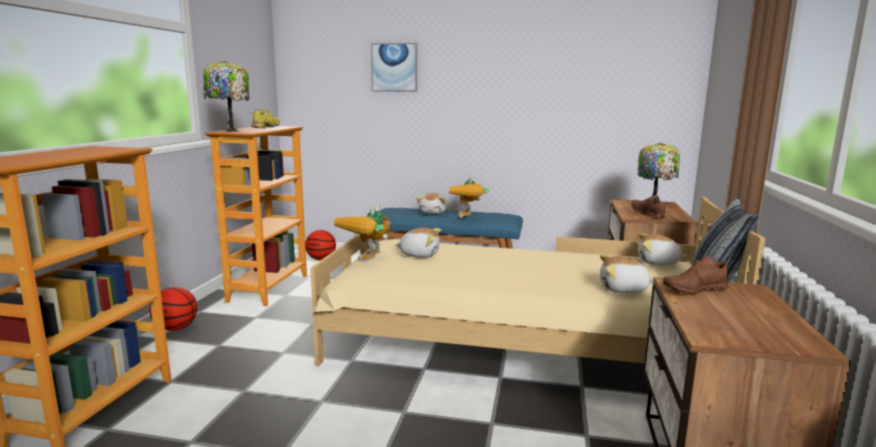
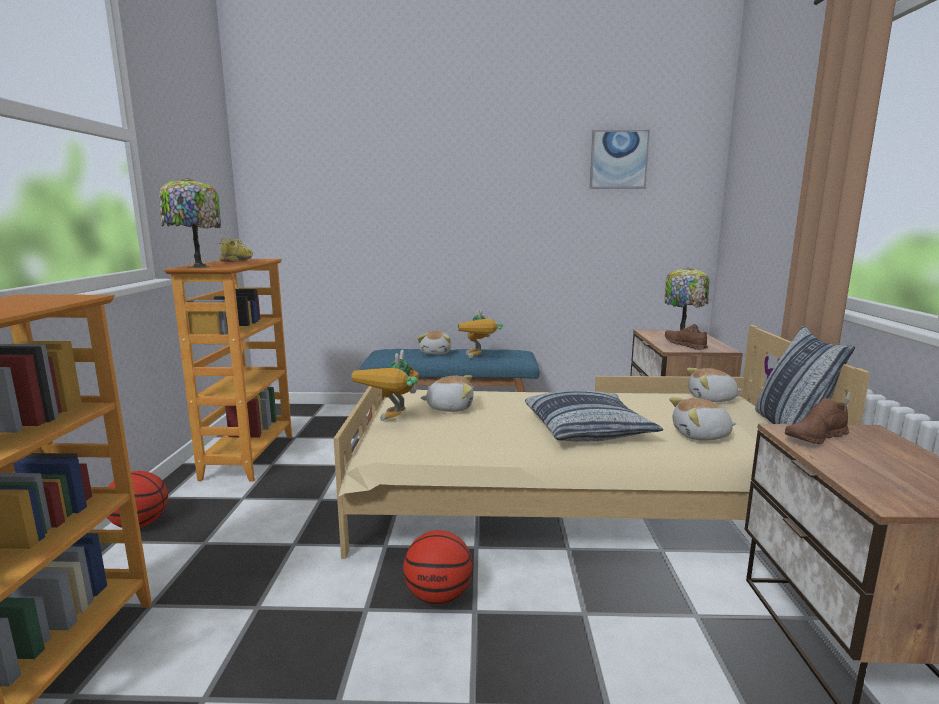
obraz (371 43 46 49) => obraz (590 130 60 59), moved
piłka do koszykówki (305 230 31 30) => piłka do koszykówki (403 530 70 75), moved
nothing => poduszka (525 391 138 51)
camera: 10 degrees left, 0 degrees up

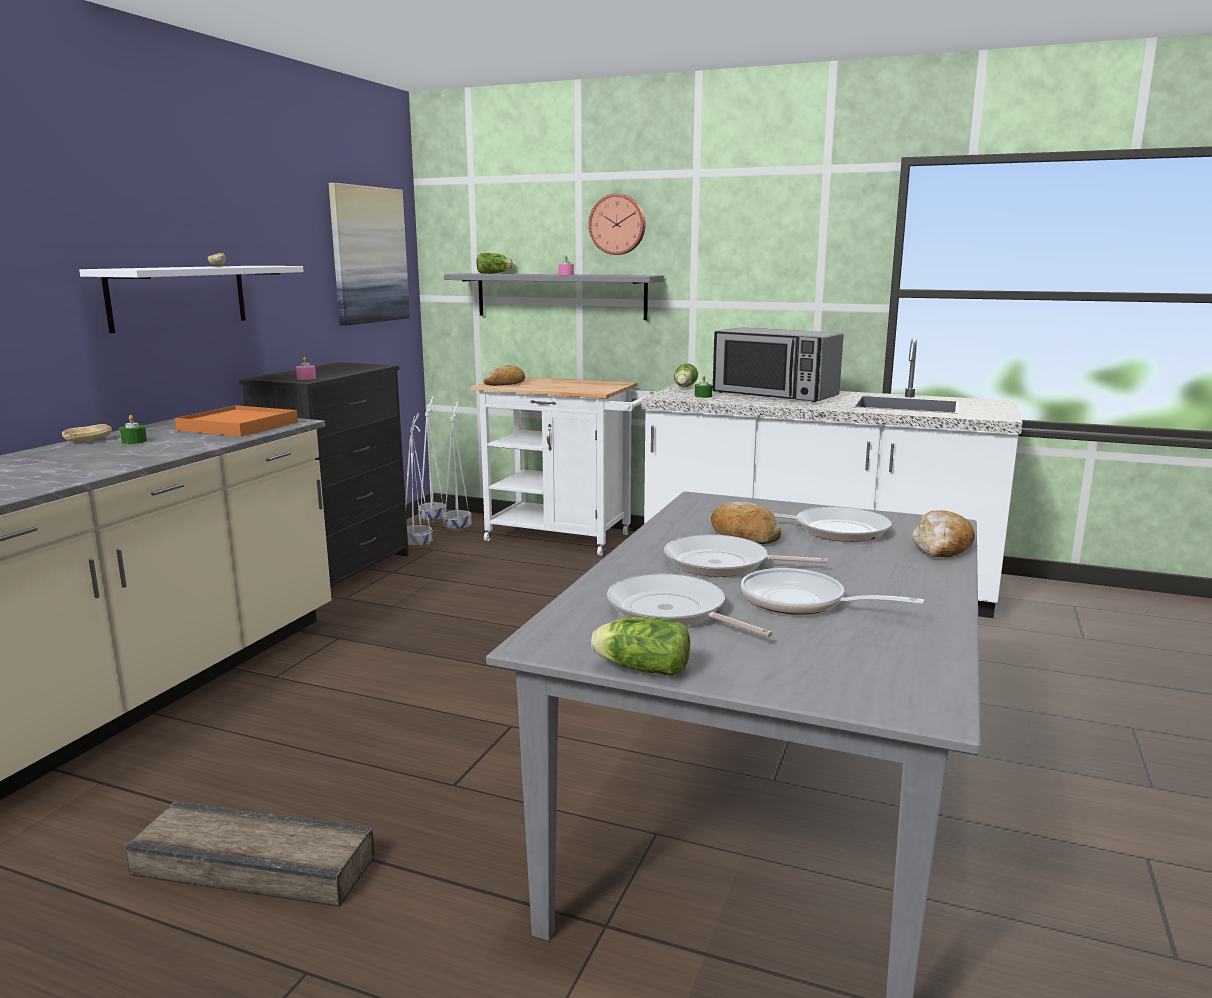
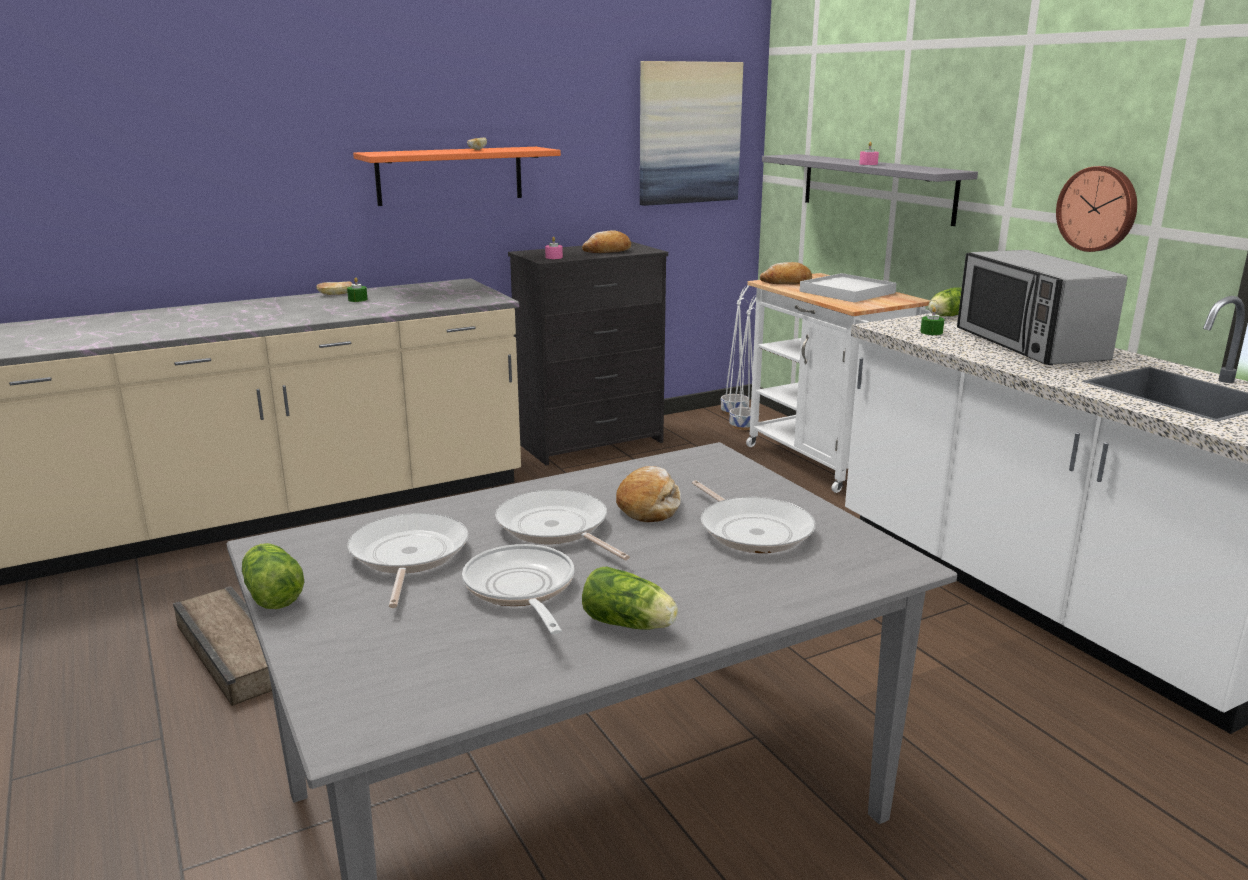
zegar ścienny (589 194 57 61) => zegar ścienny (1056 166 81 86), moved
sałata (476 253 37 21) => sałata (582 567 96 63), moved
półka [biały] (79 266 225 67) => półka [pomarańczowy] (353 147 208 59)
taca [pomarańczowy] (175 405 123 32) => nothing
donica [biały] (406 412 27 136) => nothing
chleb (912 510 63 47) => chleb (582 230 49 23), moved
nothing => taca [biały] (800 273 96 29)
camera: 40 degrees right, 5 degrees up

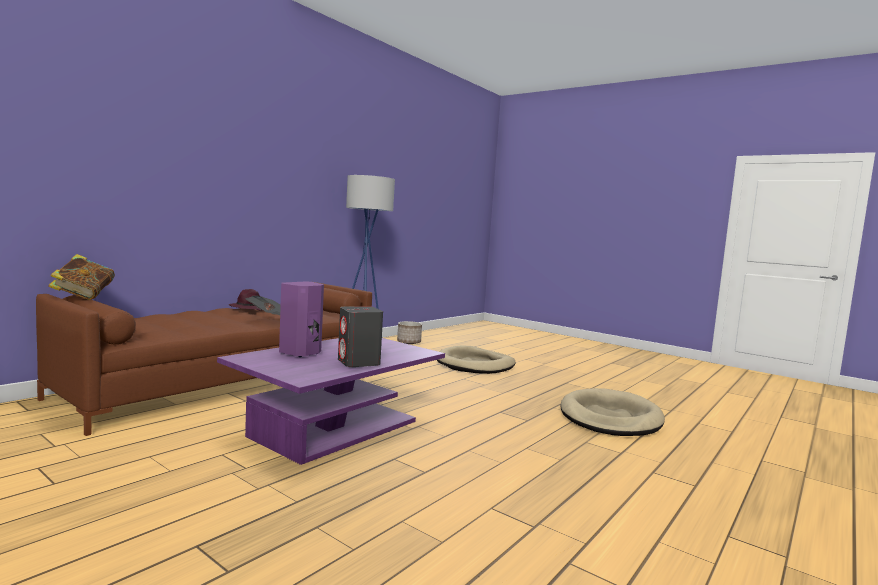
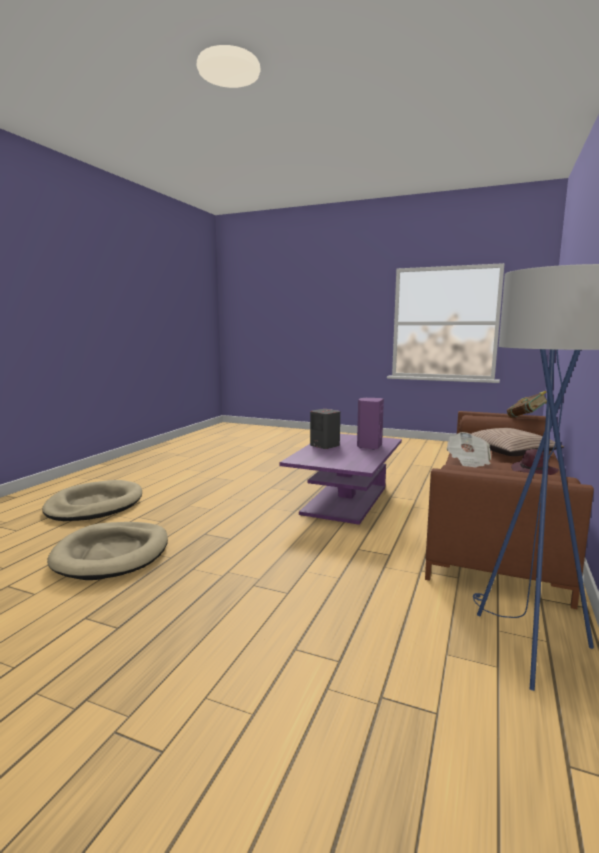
donica (397 321 25 23) => nothing
legowisko [beżowy] (437 346 78 28) => legowisko [beżowy] (42 480 100 41), moved
nothing => poduszka (470 428 94 28)
camera: 165 degrees right, 5 degrees up

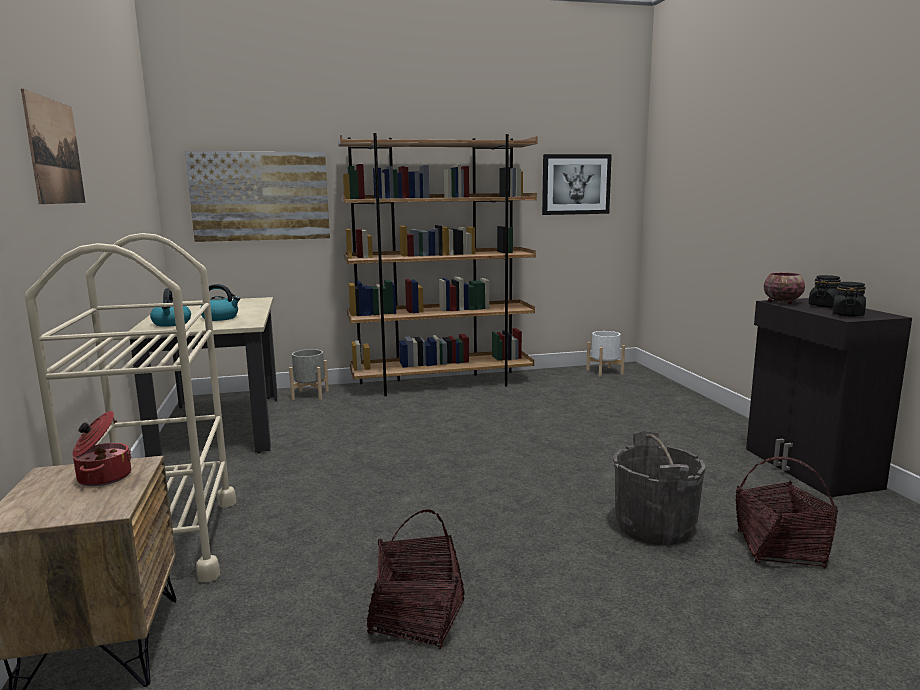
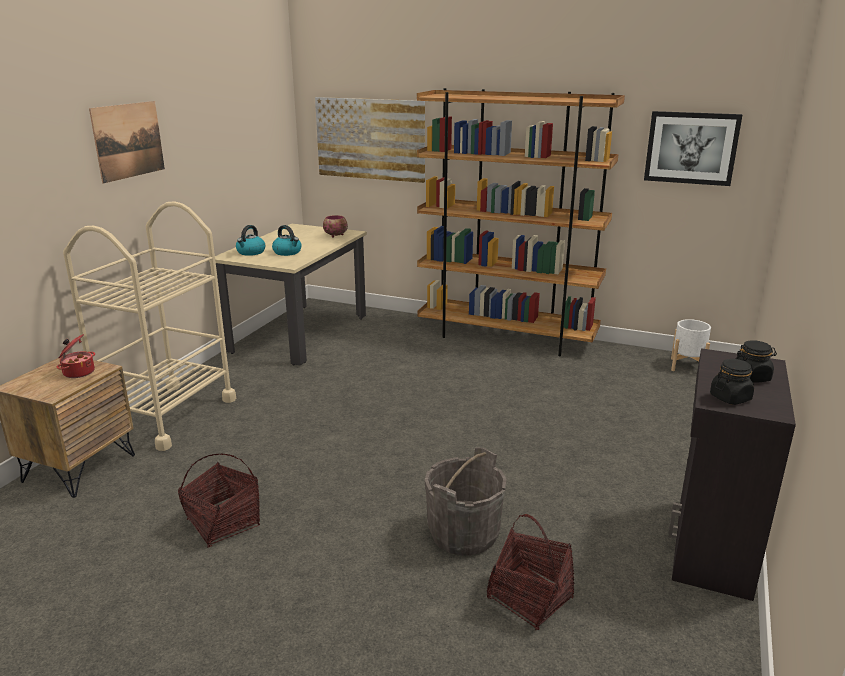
miska (764 272 41 32) => miska (323 215 25 23), moved
donica [szary] (289 349 40 51) => nothing
camera: 35 degrees right, 10 degrees up

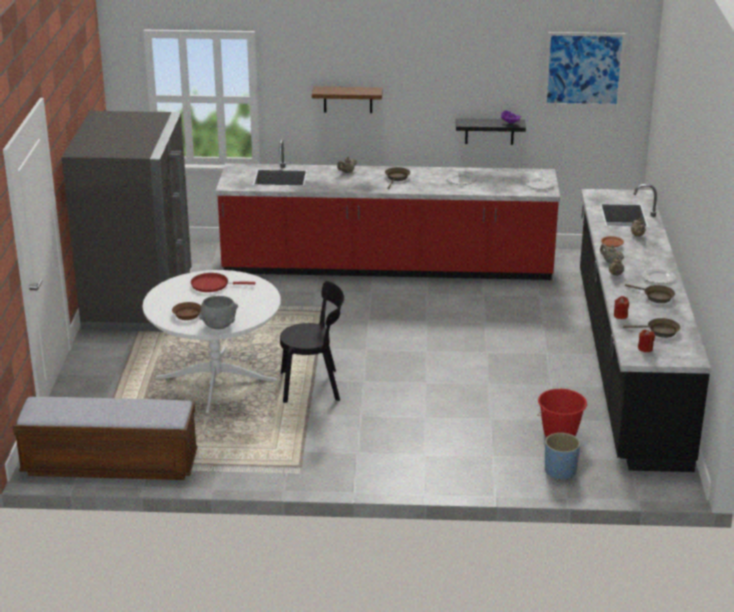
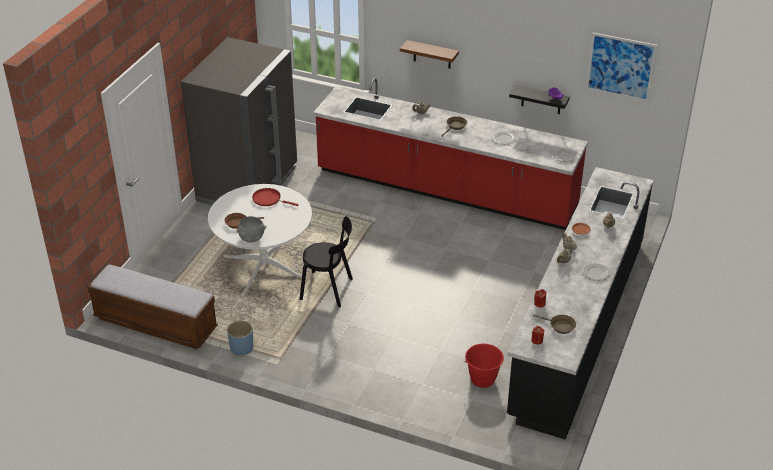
patelnia [brązowy] (625 284 50 19) => nothing
donica [niebieski] (545 433 35 47) => donica [niebieski] (227 321 26 34), moved
camera: 20 degrees right, 10 degrees up

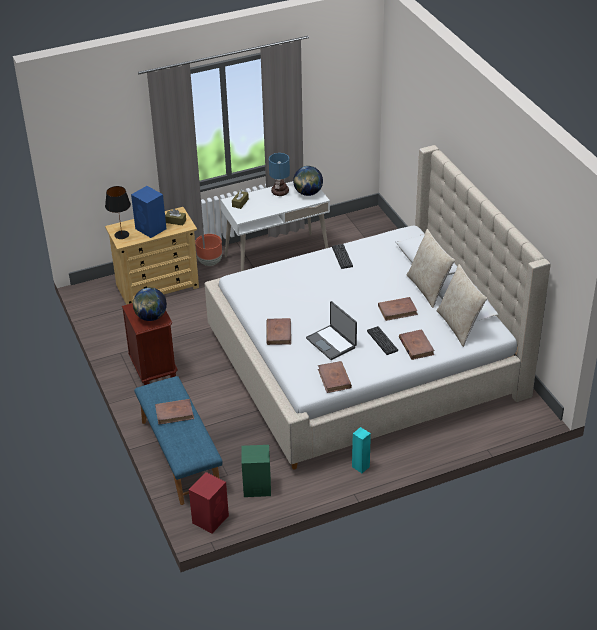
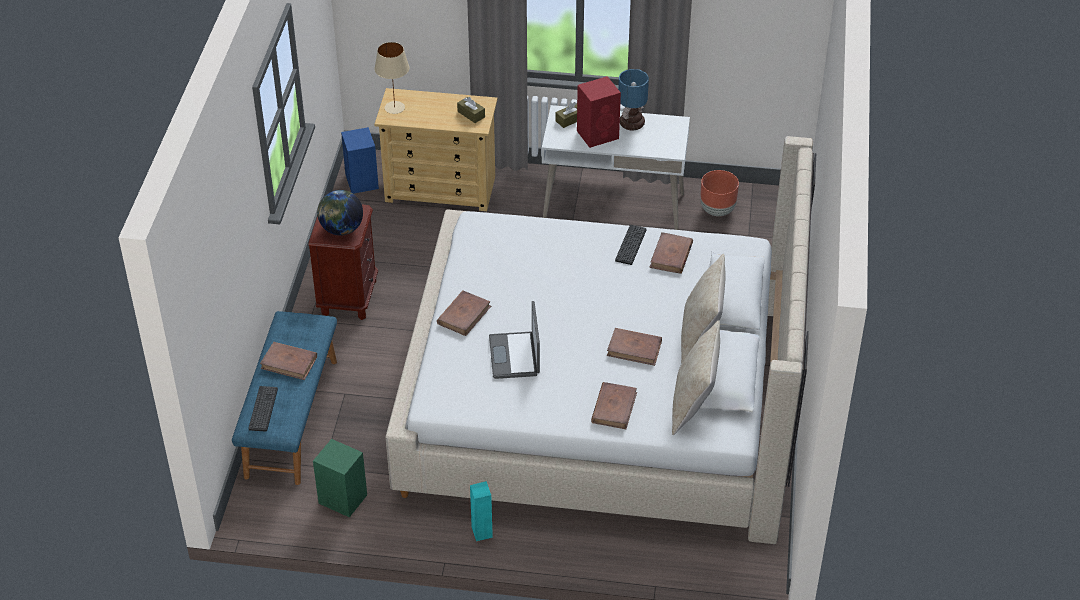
globus (293 166 30 30) => nothing
lampa stołowa [czarny] (105 186 26 53) => lampa stołowa [beżowy] (374 42 35 72)
głośnik [niebieski] (131 186 35 52) => głośnik [niebieski] (341 127 38 67), moved
donica [brązowy] (195 234 27 32) => donica [brązowy] (700 170 39 46), moved
klawiatura (367 326 31 29) => klawiatura (248 386 30 46), moved
książka [brązowy] (318 361 34 32) => książka [brązowy] (649 232 44 42), moved
głośnik [czerwony] (189 472 40 61) => głośnik [czerwony] (577 76 44 72), moved
camera: 30 degrees right, 5 degrees up

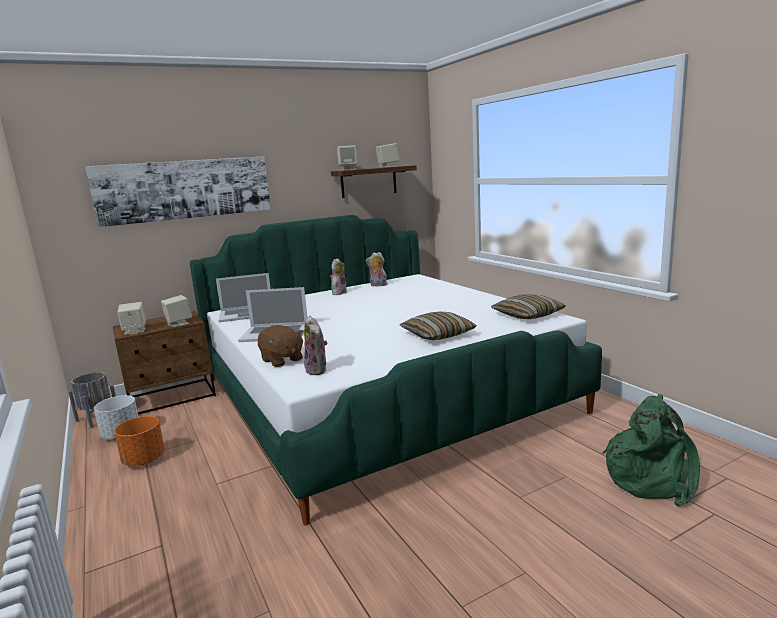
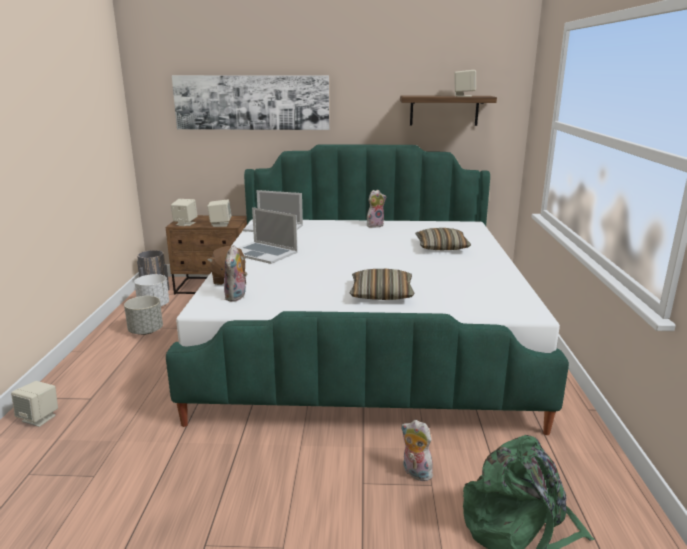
głośnik [beżowy] (337 145 20 25) => głośnik [beżowy] (11 381 47 46), moved
pluszak (365 252 22 34) => pluszak (401 420 32 61), moved
poduszka (491 294 75 25) => poduszka (415 228 56 22), moved
donica [pomarańczowy] (114 416 51 50) => donica [szary] (124 296 39 39)
camera: 30 degrees right, 5 degrees up

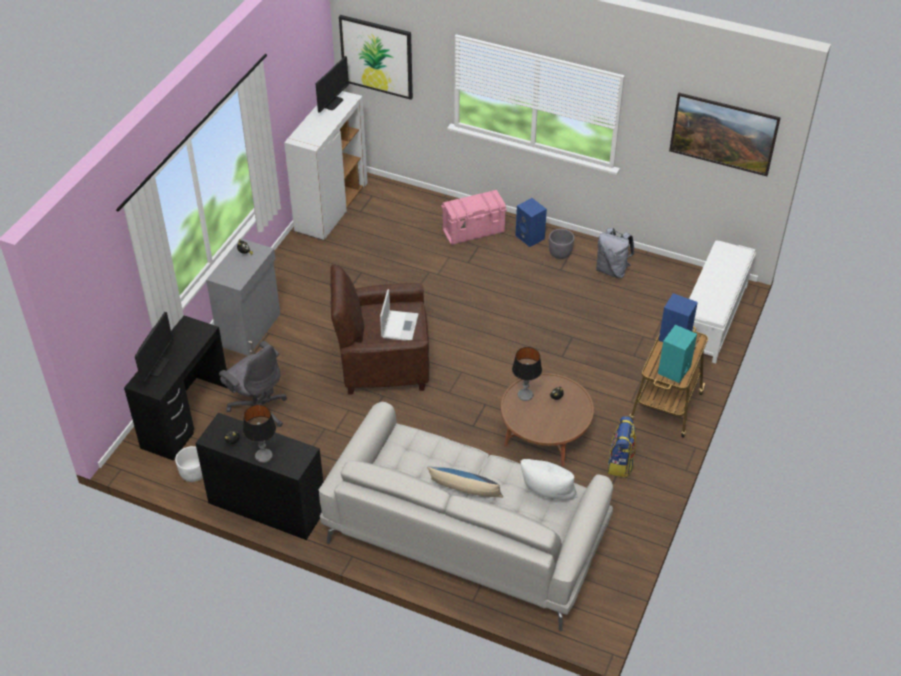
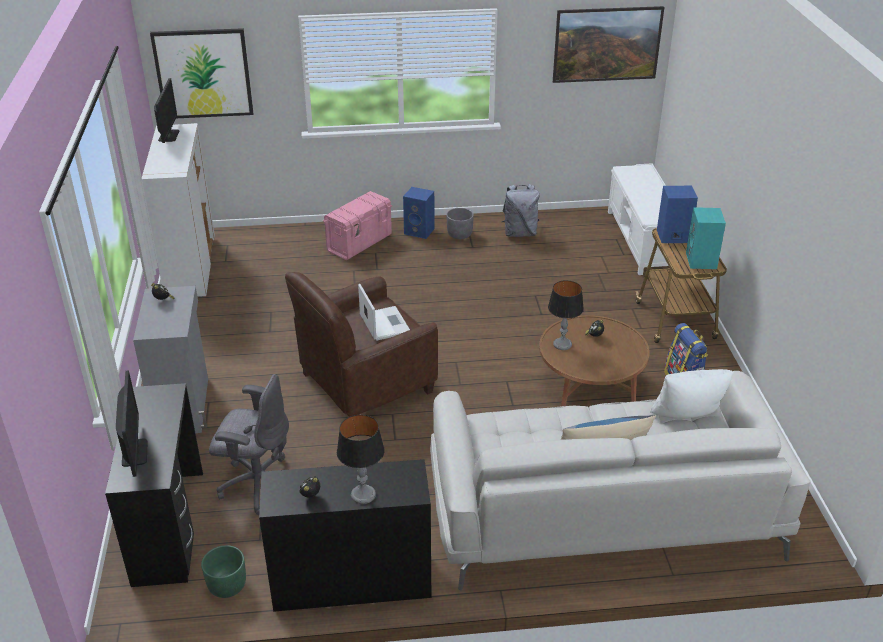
donica [biały] (175 446 28 36) => donica [zielony] (201 545 45 53)
camera: 30 degrees left, 10 degrees down

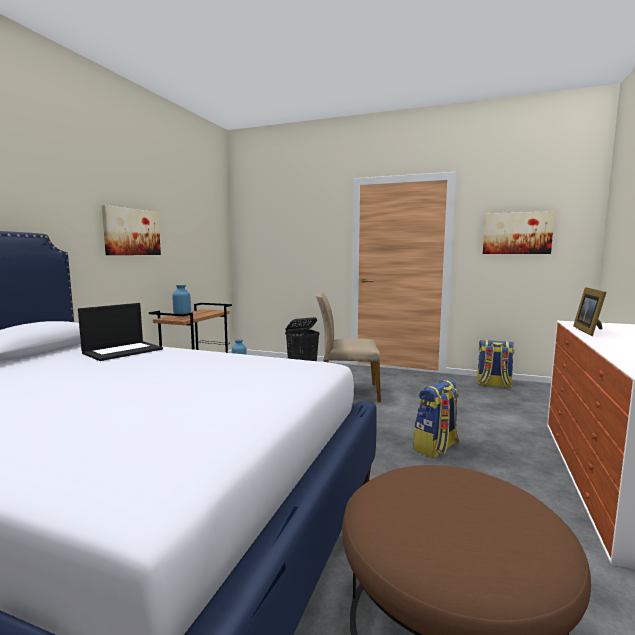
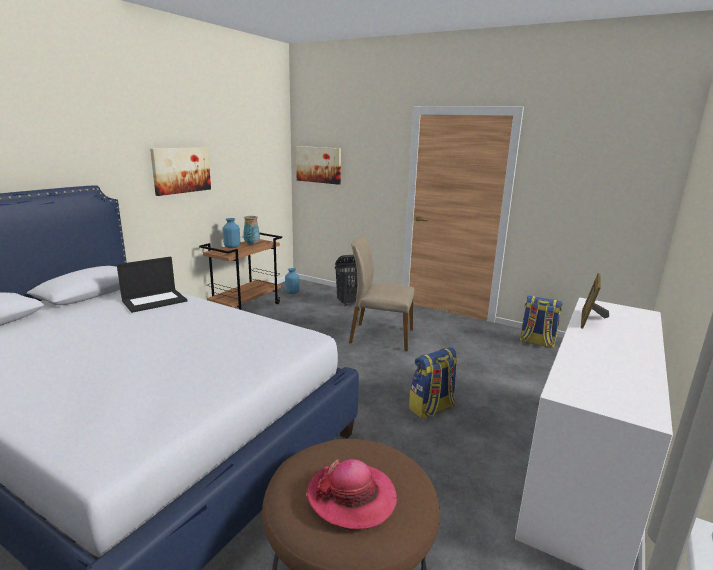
obraz (483 211 72 43) => obraz (296 146 45 39), moved
nothing => wazon (243 216 17 30)
nothing => kapelusz (306 459 91 72)
camera: 10 degrees right, 10 degrees up

